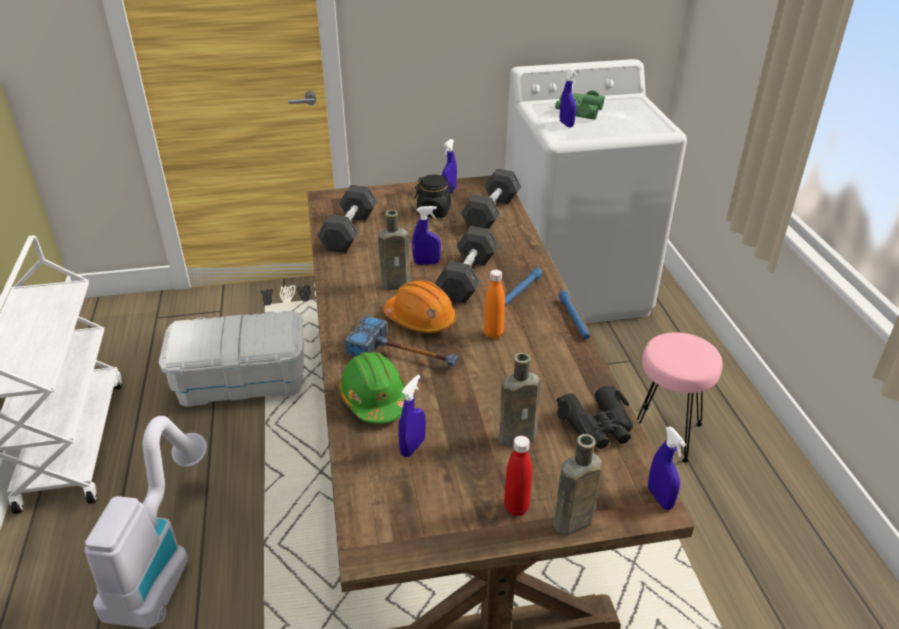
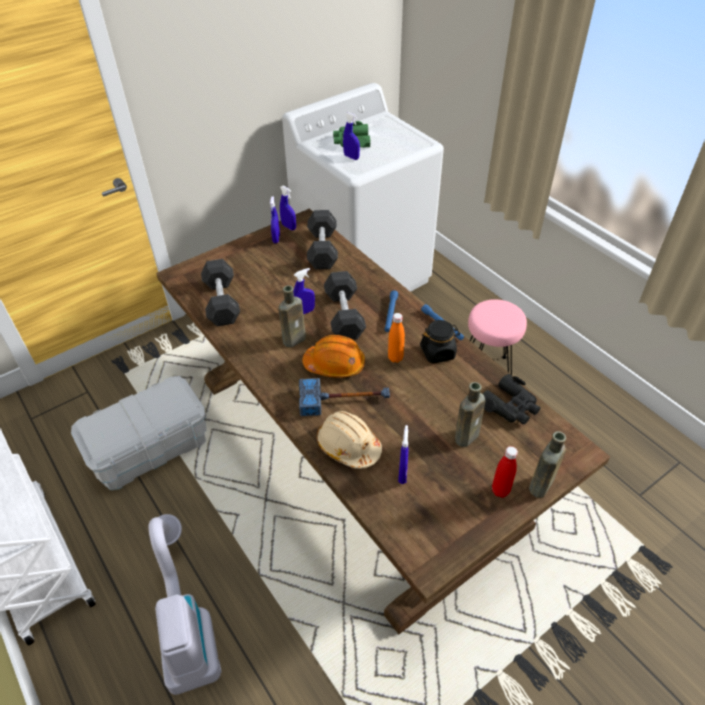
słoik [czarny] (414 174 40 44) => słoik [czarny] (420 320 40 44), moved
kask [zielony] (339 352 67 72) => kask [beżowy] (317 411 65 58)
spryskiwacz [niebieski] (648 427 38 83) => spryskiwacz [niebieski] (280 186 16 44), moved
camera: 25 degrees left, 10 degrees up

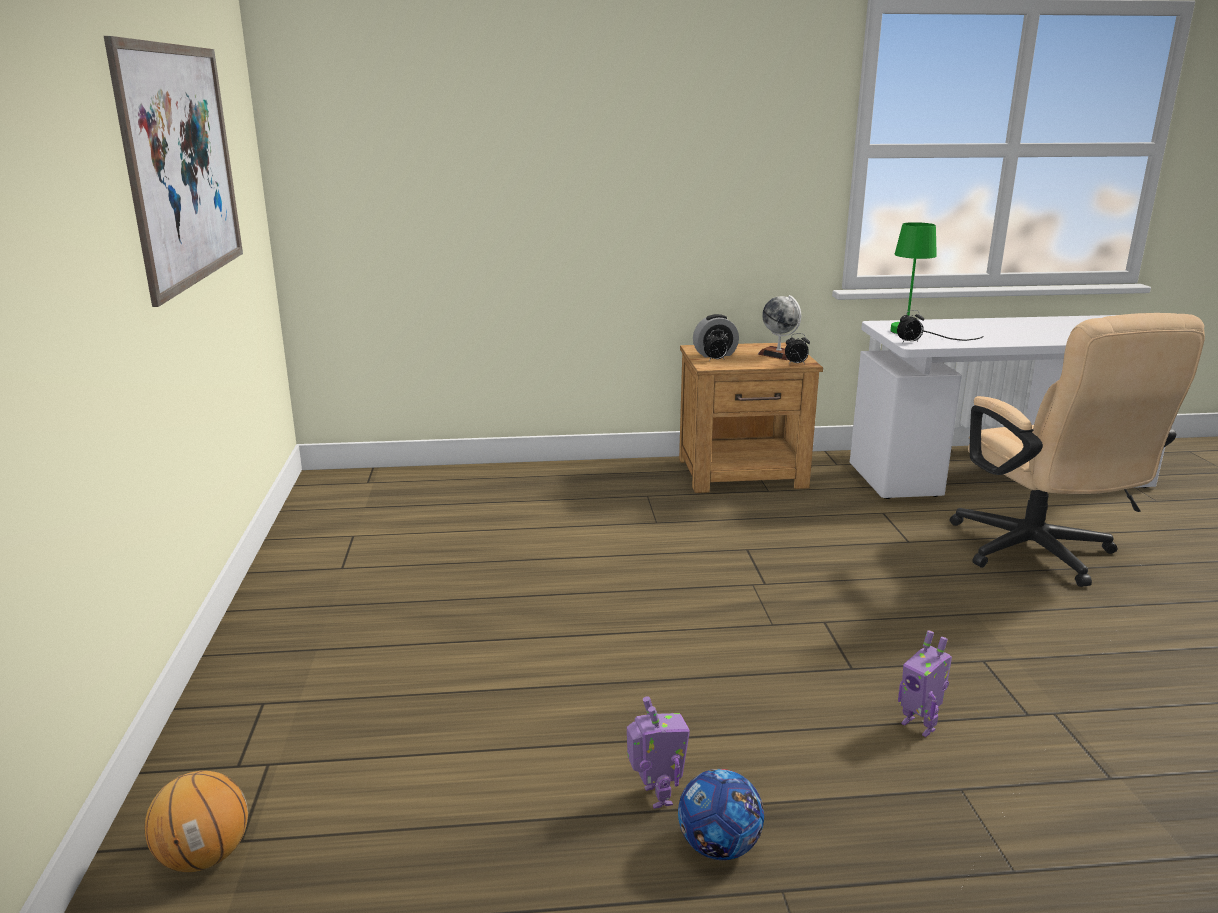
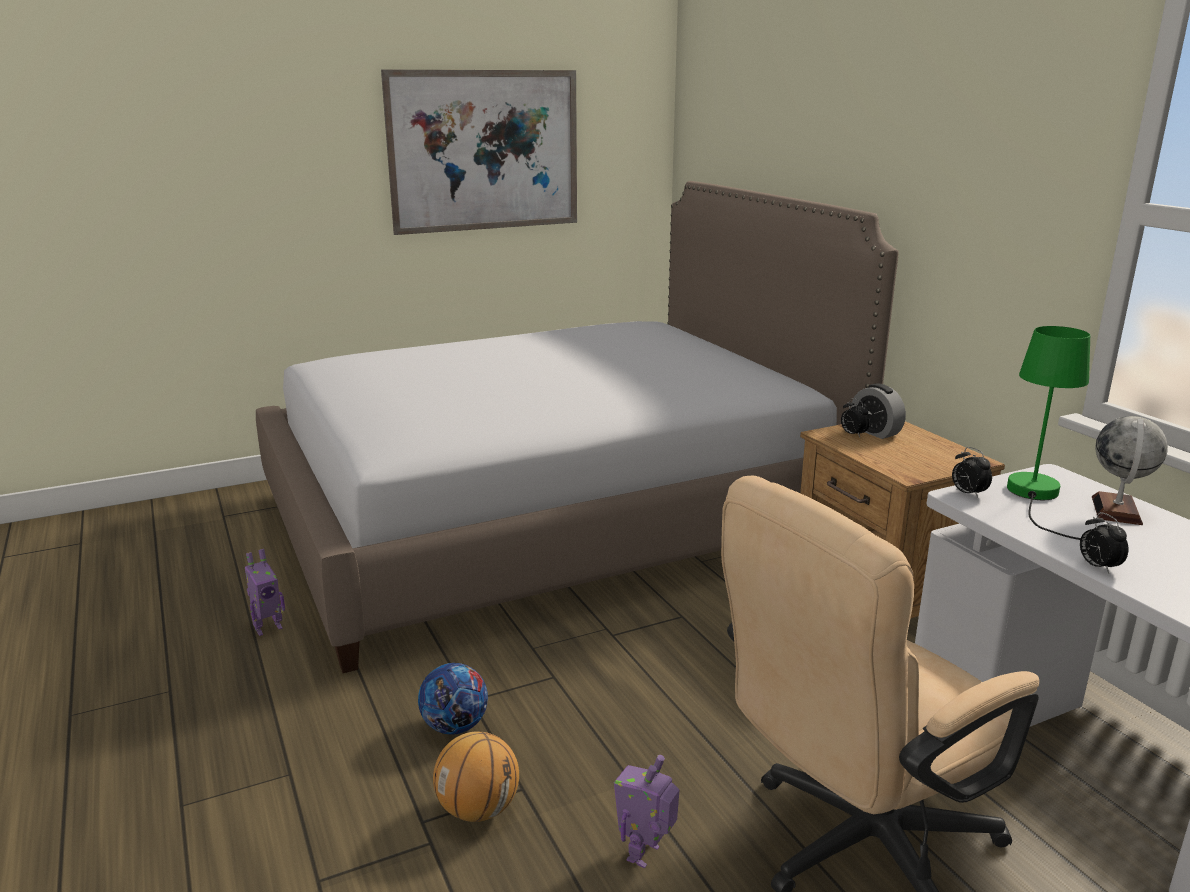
globus (758 295 43 65) => globus (1092 416 76 109), moved
budzik (785 333 25 32) => budzik (1080 512 48 62), moved
robot zabawkowy (898 630 54 107) => robot zabawkowy (614 755 65 113), moved
piłka futbolowa (678 769 86 91) => piłka futbolowa (418 663 70 71), moved
piłka do koszykówki (144 771 104 101) => piłka do koszykówki (433 731 86 91), moved
nothing => łóżko (256 181 643 492)
camera: 70 degrees right, 0 degrees up

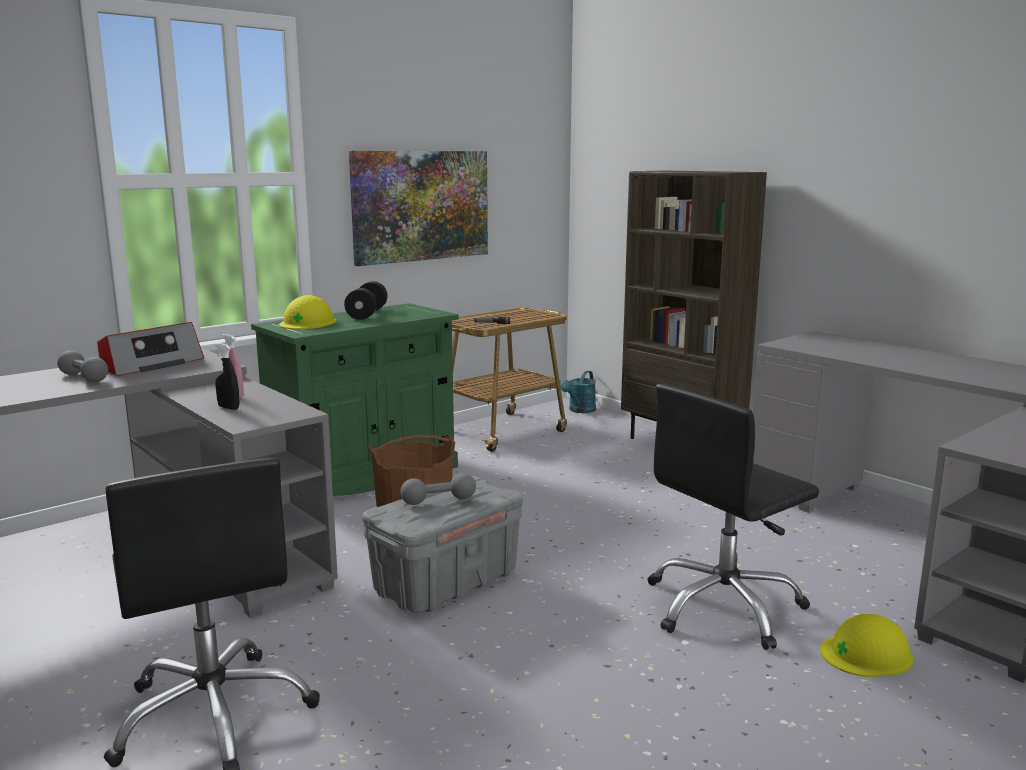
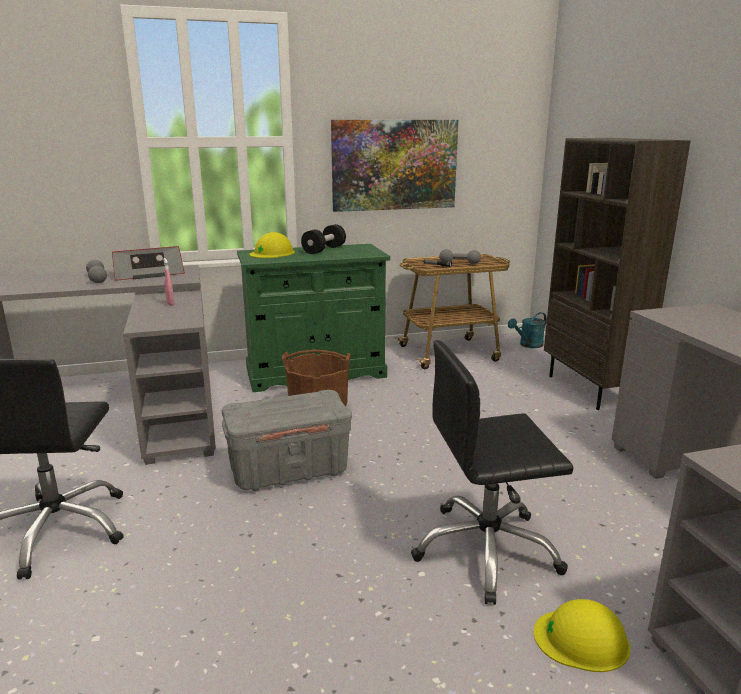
spryskiwacz [czarny] (215 343 24 67) => nothing
hantel [szary] (400 473 76 32) => hantel [szary] (439 249 42 15), moved
camera: 25 degrees right, 5 degrees up

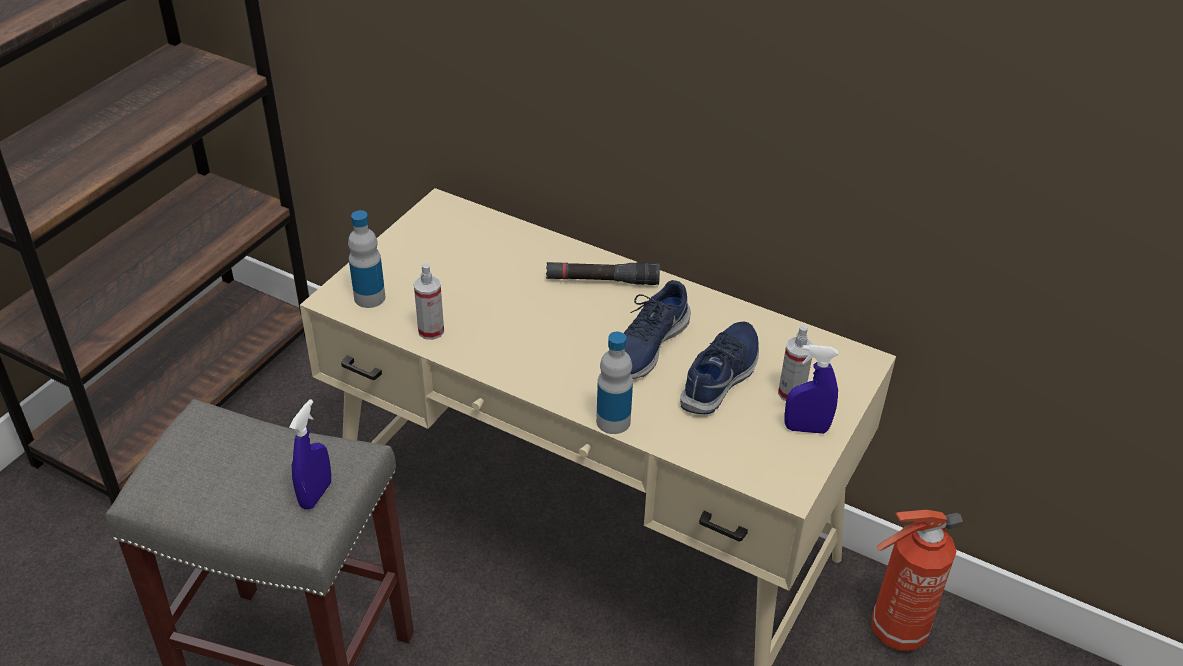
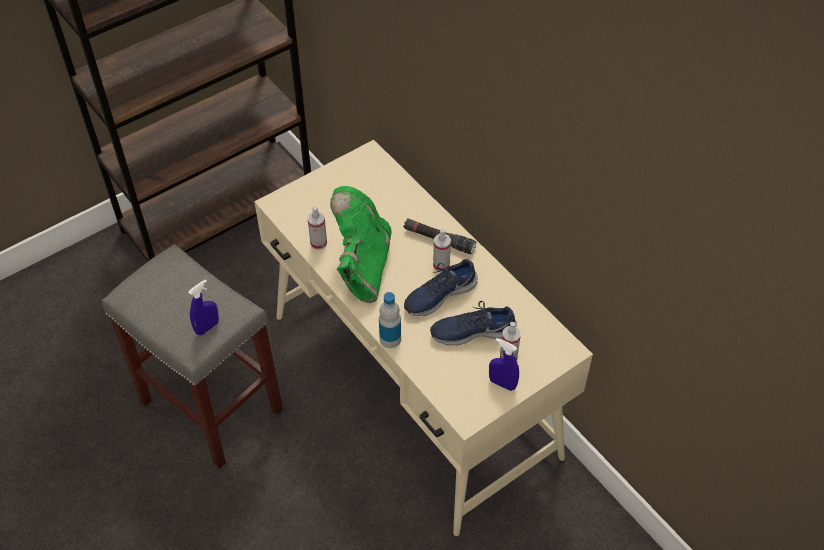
butelka (348 210 37 98) => nothing
but [niebieski] (680 322 79 92) => but [niebieski] (430 301 87 44), 150 degrees counterclockwise
gaśnica (871 510 92 141) => nothing
nothing => but z cholewką [zielony] (330 186 62 117)
nothing => spryskiwacz (433 229 18 43)
camera: 25 degrees right, 10 degrees up

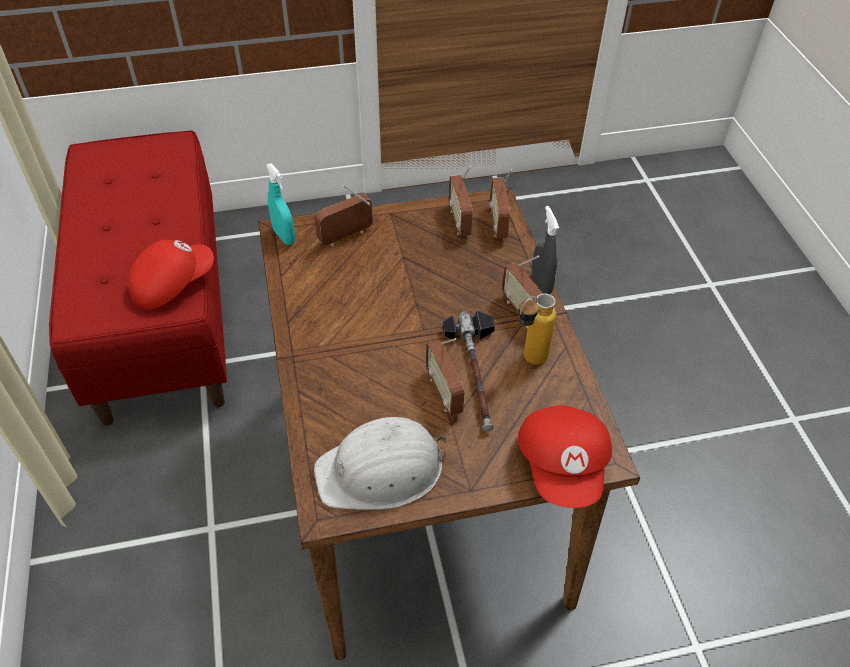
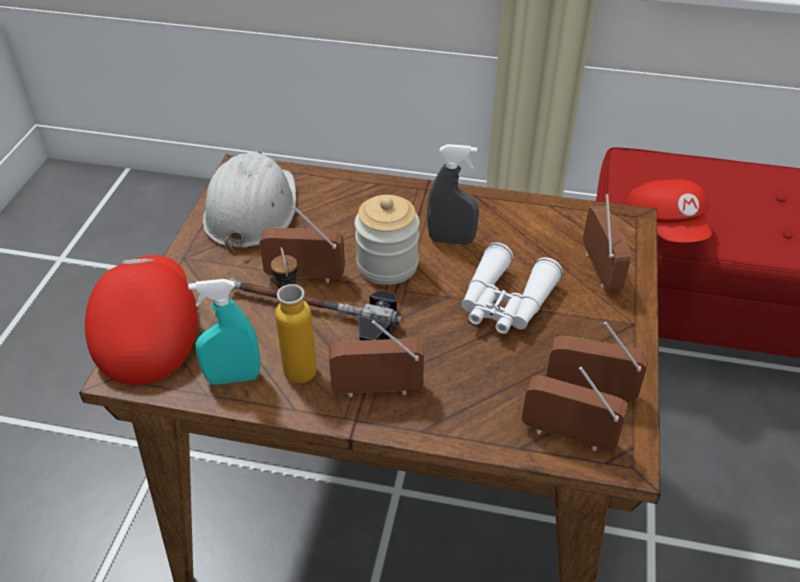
spryskiwacz [turkusowy] (266 163 29 82) => spryskiwacz [turkusowy] (188 279 72 106), moved
spryskiwacz [szary] (532 206 27 88) => spryskiwacz [szary] (427 144 52 101), moved
czapka z daszkiem [czerwony] (518 405 94 103) => czapka z daszkiem [czerwony] (85 255 113 130), 60 degrees clockwise
nothing => słoik (355 195 65 90)
nothing => lornetka [biały] (461 242 102 92)
camera: 115 degrees right, 5 degrees down

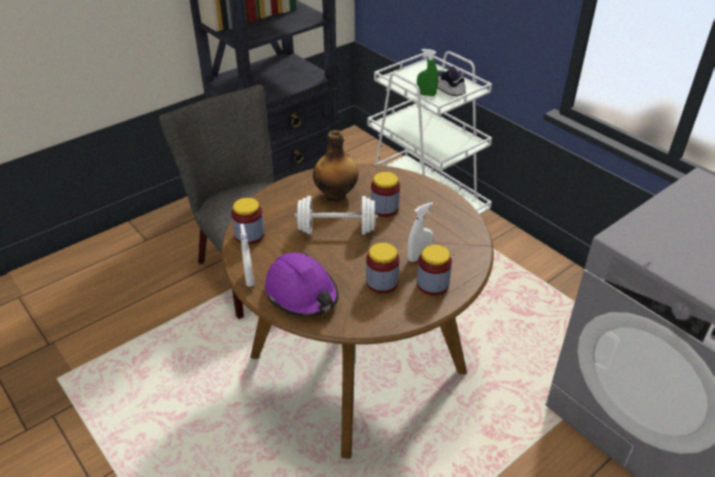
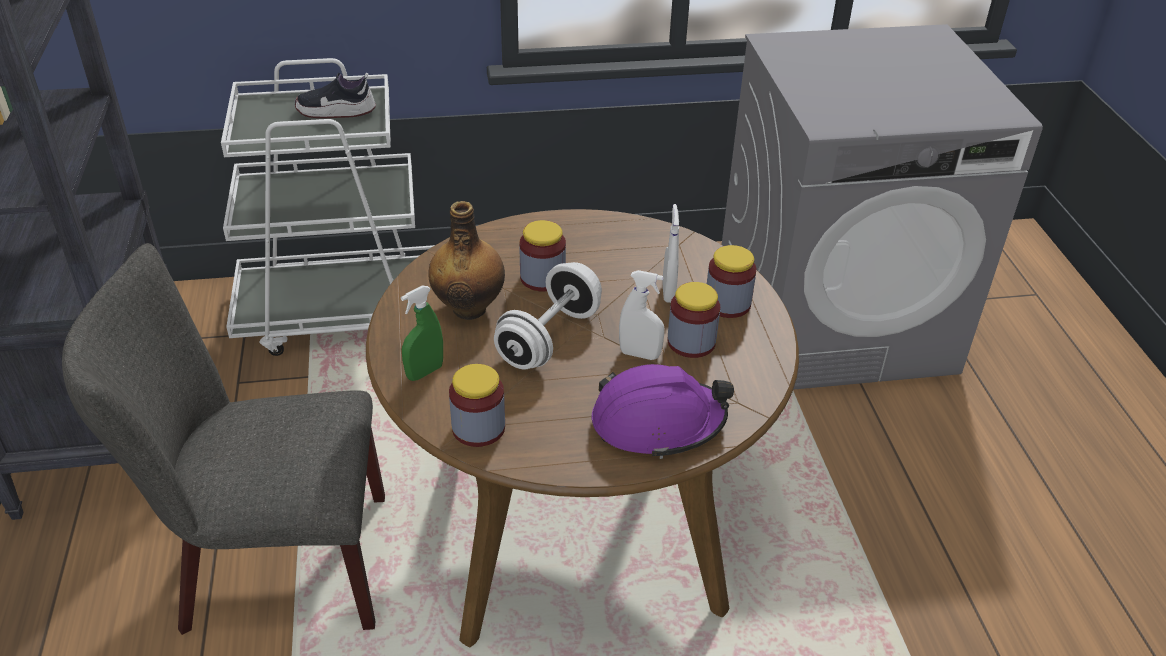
spryskiwacz [zielony] (417 49 21 47) => spryskiwacz [zielony] (401 286 42 95), moved
spryskiwacz [biały] (240 224 14 63) => spryskiwacz [biały] (619 270 46 90), moved
camera: 60 degrees left, 0 degrees up

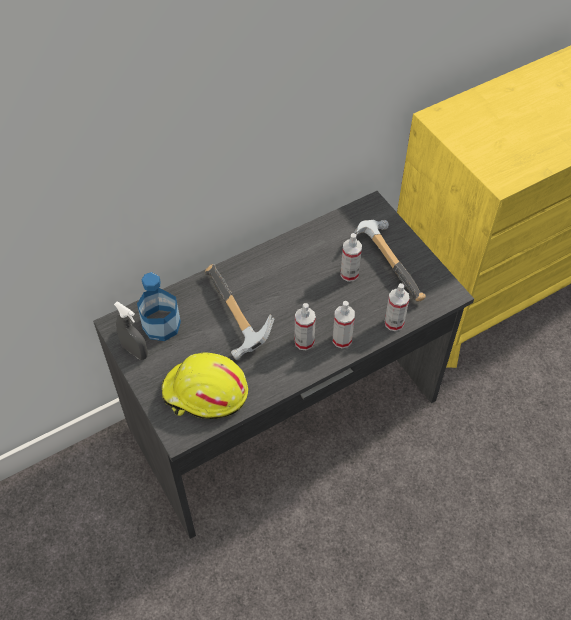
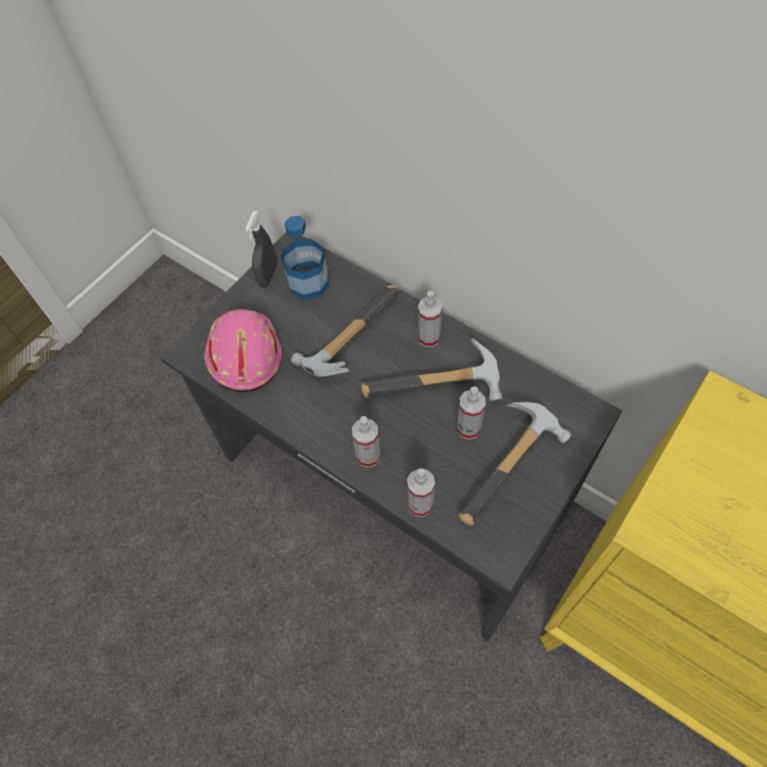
spryskiwacz (294 303 22 47) => spryskiwacz (418 291 25 56), moved
kask [żółty] (162 353 86 66) => kask [różowy] (204 309 78 83)
nothing => młotek (361 338 141 63)
camera: 70 degrees right, 5 degrees up

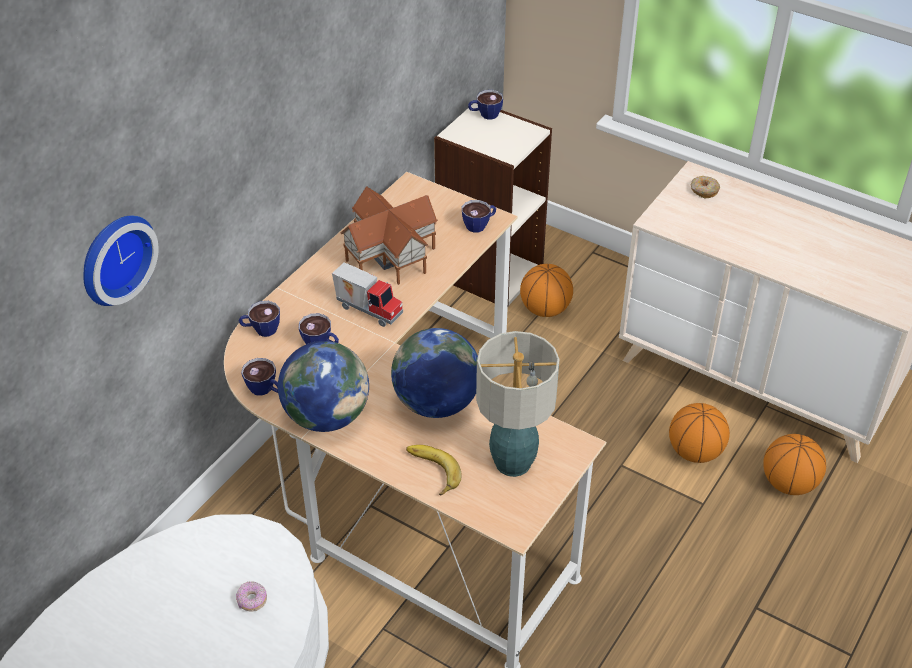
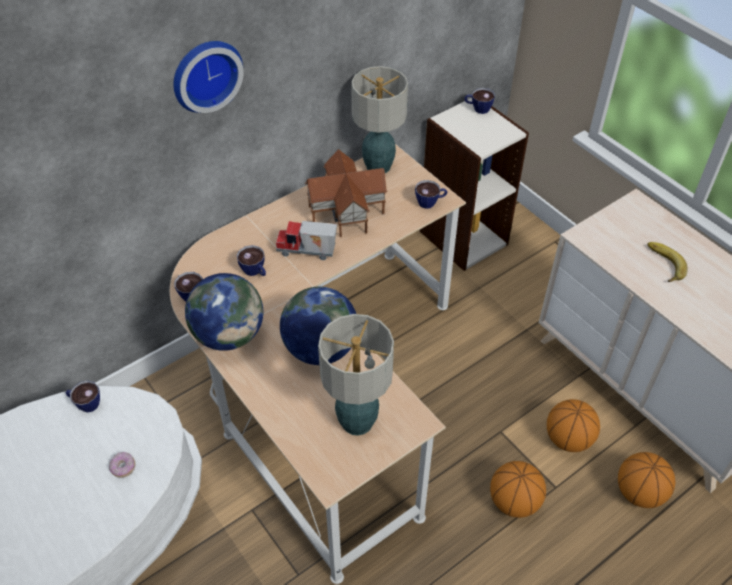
donut (691 176 29 22) => nothing
zegar ścienny (83 216 76 90) => zegar ścienny (173 41 71 72), moved
ciężarówka zabawkowa (332 263 71 64) => ciężarówka zabawkowa (276 221 61 39), 135 degrees clockwise
piłka do koszykówki (520 264 53 53) => piłka do koszykówki (490 461 56 57), moved
filiżanka (239 301 41 36) => filiżanka (66 380 34 32), moved
banan (406 445 56 50) => banan (647 242 41 40), moved
nothing => lampa stołowa (351 66 57 107)
camera: 20 degrees right, 5 degrees up

